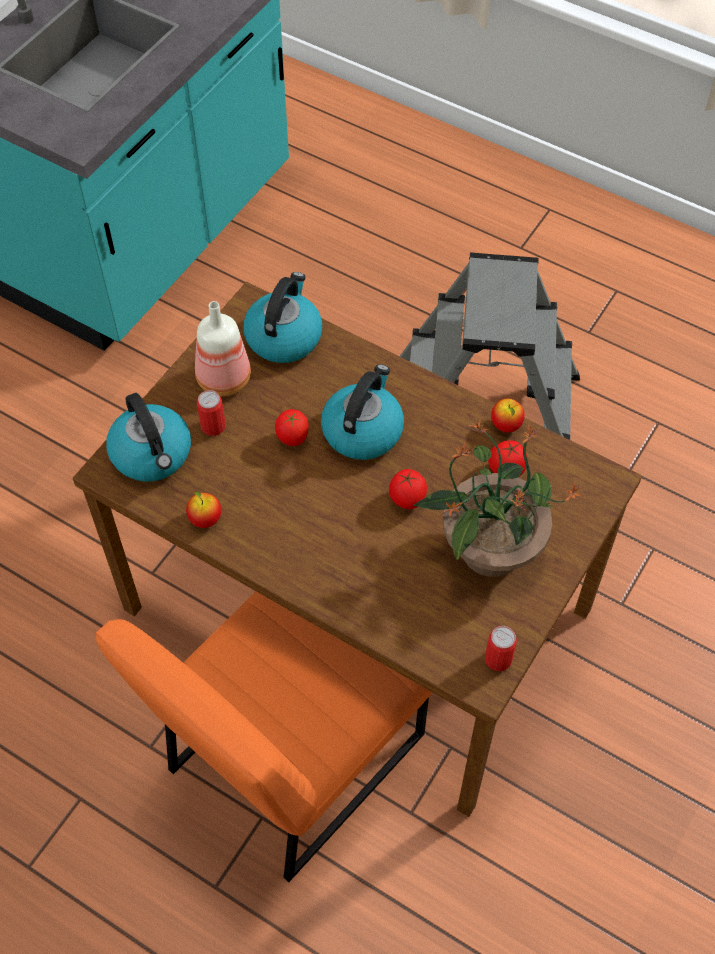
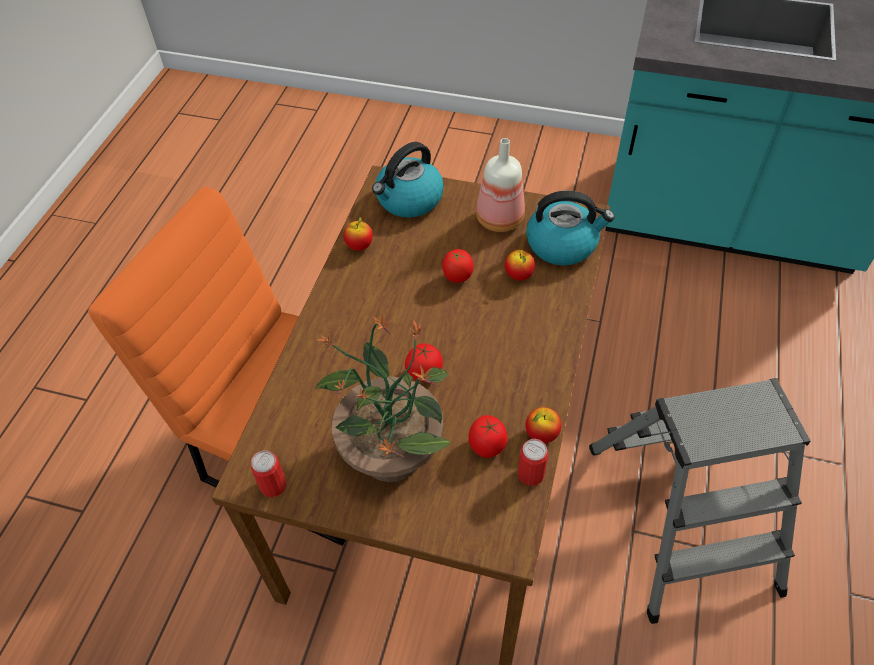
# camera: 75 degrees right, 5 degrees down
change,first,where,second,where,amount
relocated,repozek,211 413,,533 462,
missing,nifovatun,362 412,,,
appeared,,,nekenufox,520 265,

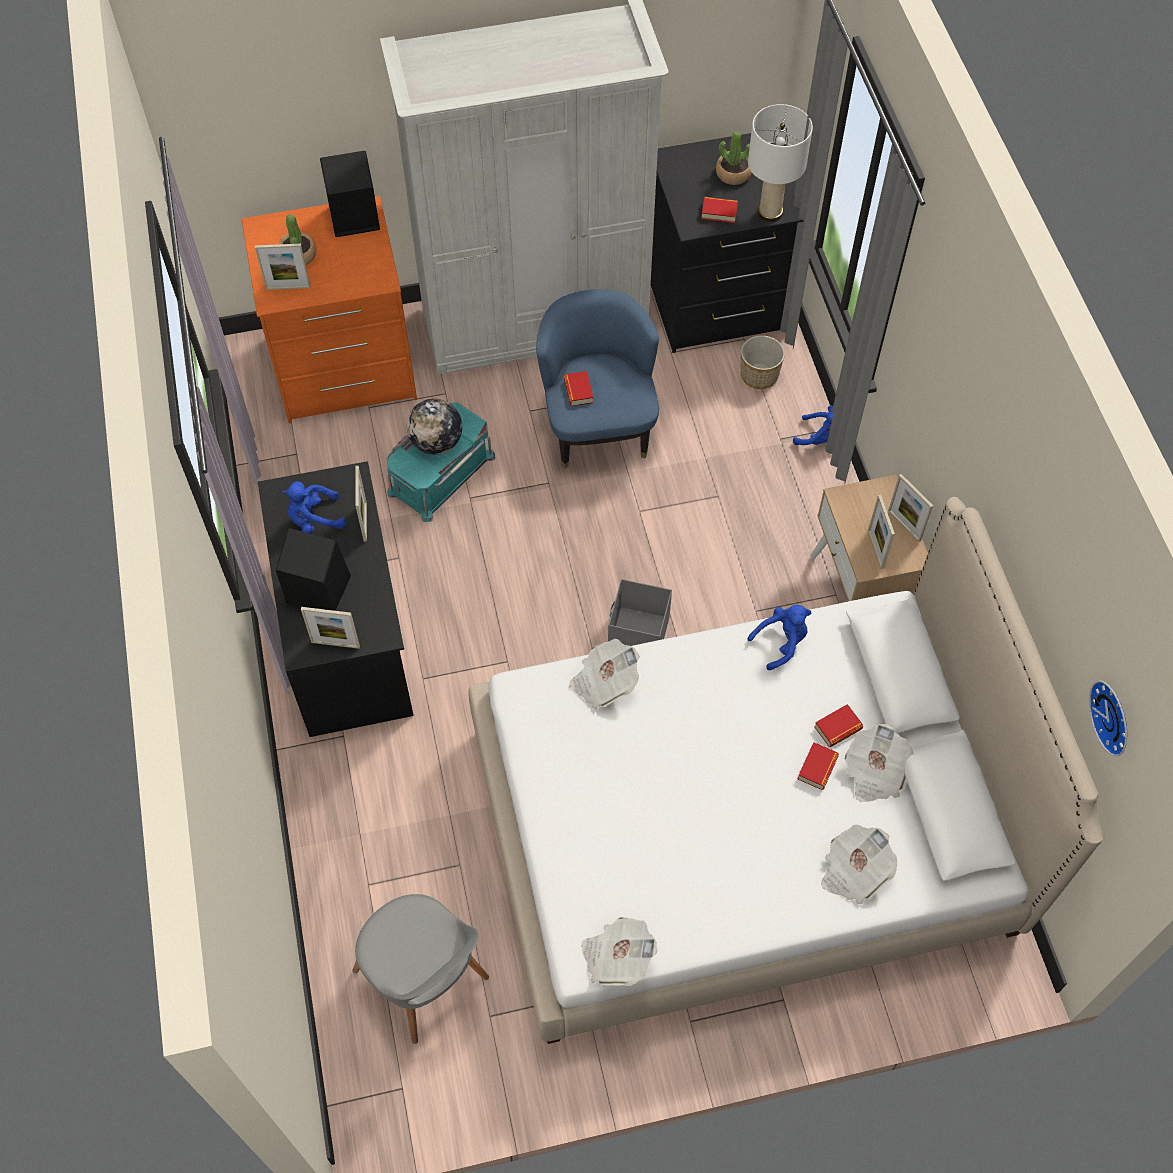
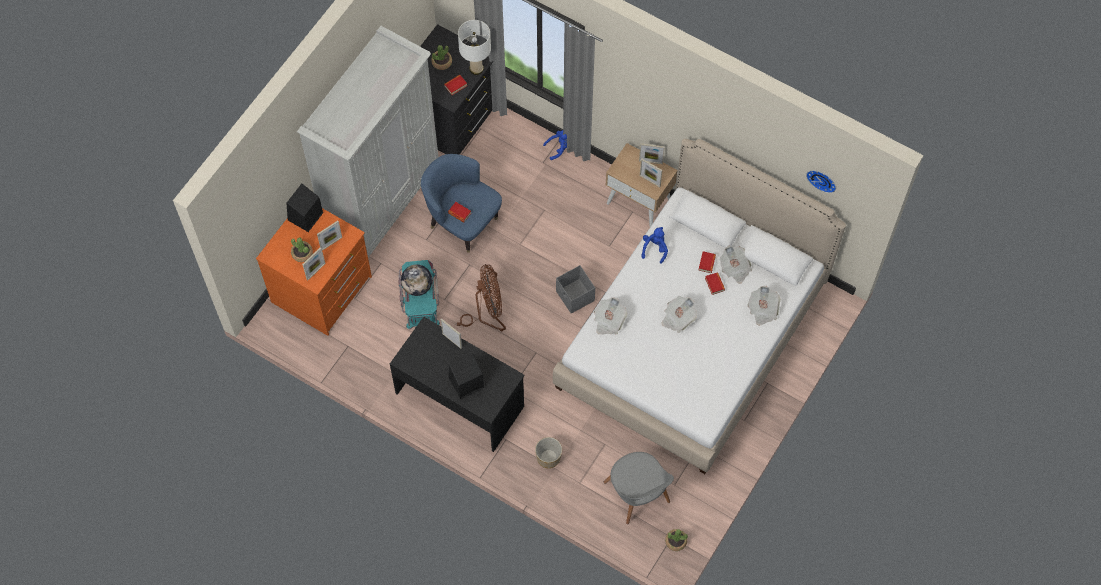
# camera: 45 degrees left, 5 degrees up
change,first,where,second,where,amount
missing,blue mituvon,314 507,,,
relocated,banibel,330 628,,329 236,
spun,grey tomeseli,421 969,,639 488,60 degrees clockwise
relocated,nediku,619 951,,679 314,
relocated,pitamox,762 362,,548 452,
appeared,,,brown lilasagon,481 297,
appeared,,,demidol,676 540,

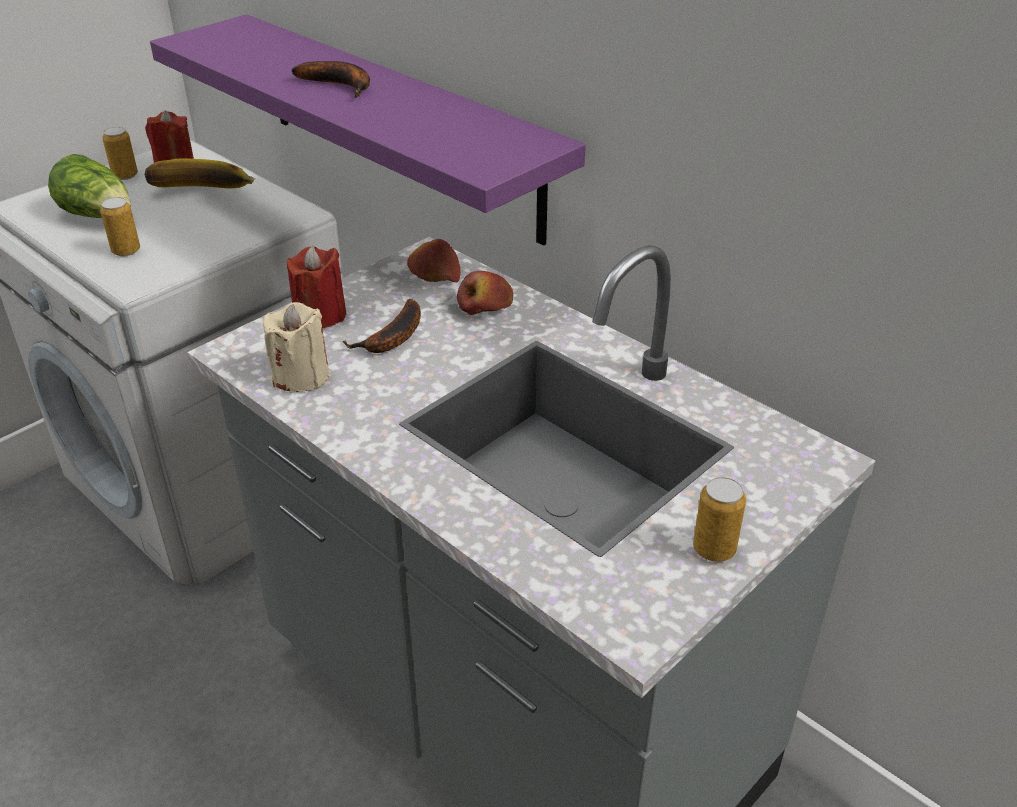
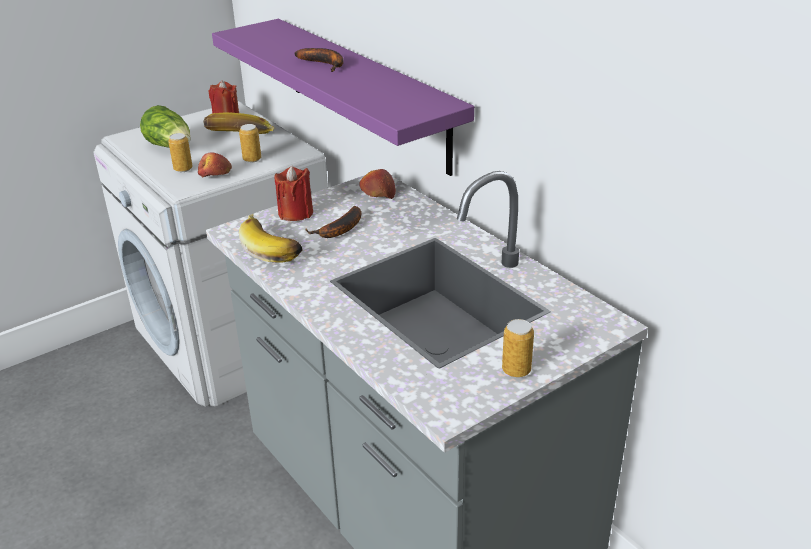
# camera: 10 degrees right, 5 degrees down
change,first,where,second,where,amount
relocated,repozek,120 153,,250 143,
exchanged,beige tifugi,296 347,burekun,271 238,
relocated,nekenufox,485 293,,215 164,

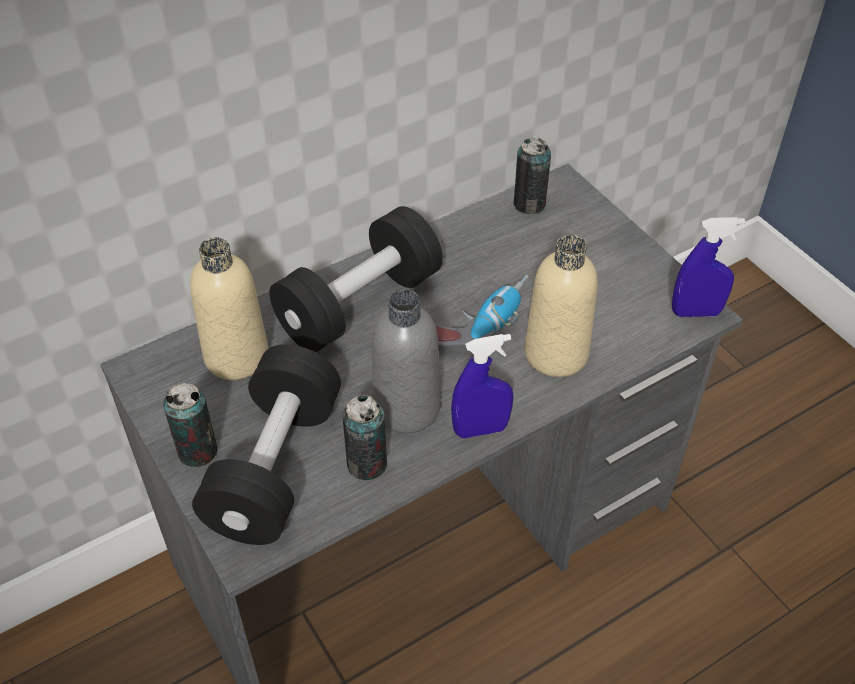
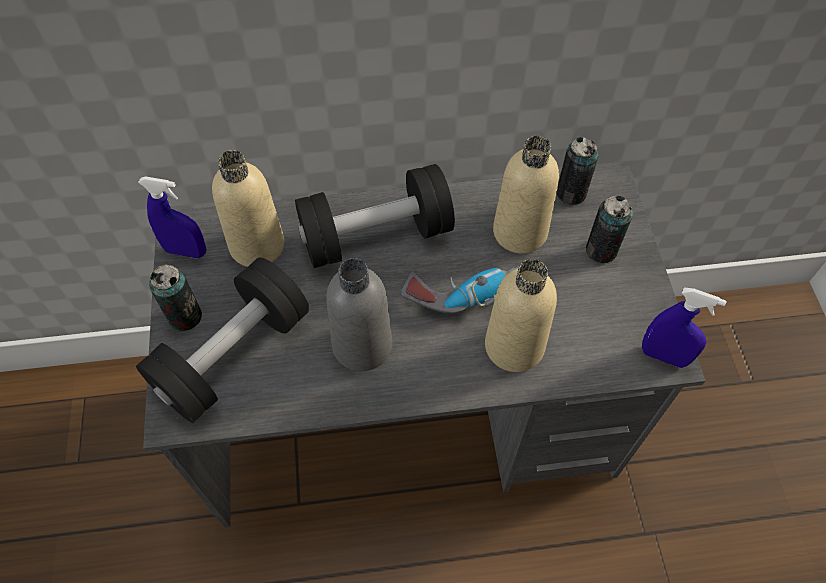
# camera: 25 degrees right, 10 degrees up
change,first,where,second,where,amount
relocated,repozek,365 437,,609 229,
relocated,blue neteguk,482 386,,172 217,
appeared,,,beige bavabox,526 195,

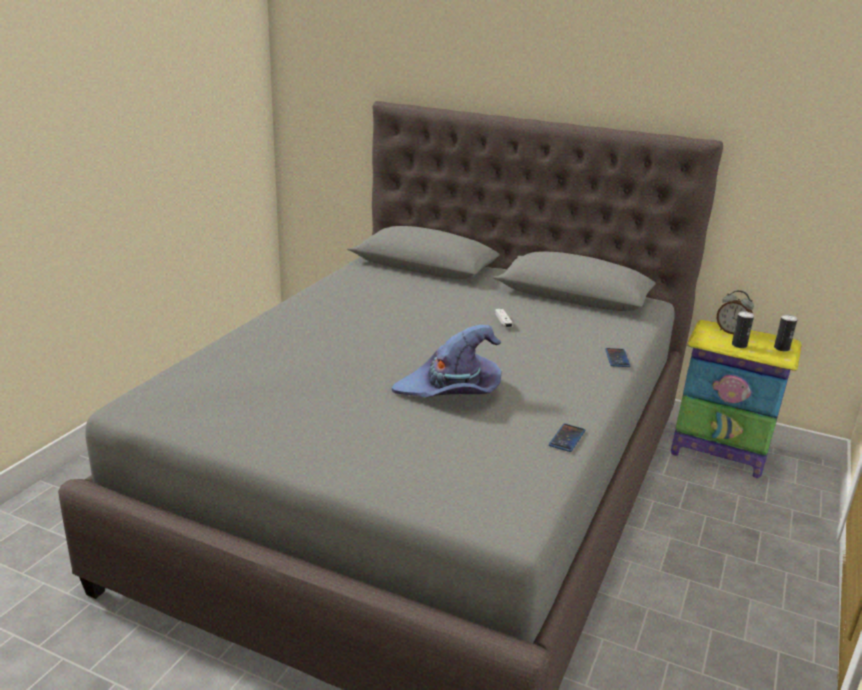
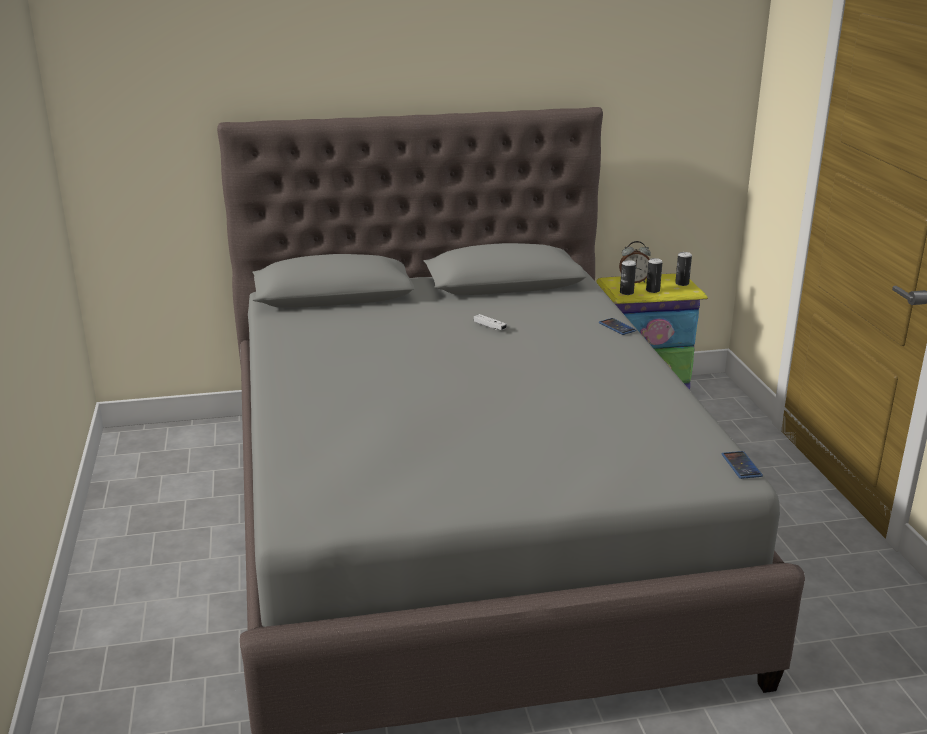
# camera: 35 degrees left, 0 degrees up
change,first,where,second,where,amount
missing,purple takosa,446 361,,,
relocated,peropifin,567 437,,742 465,
appeared,,,repozek,628 277,

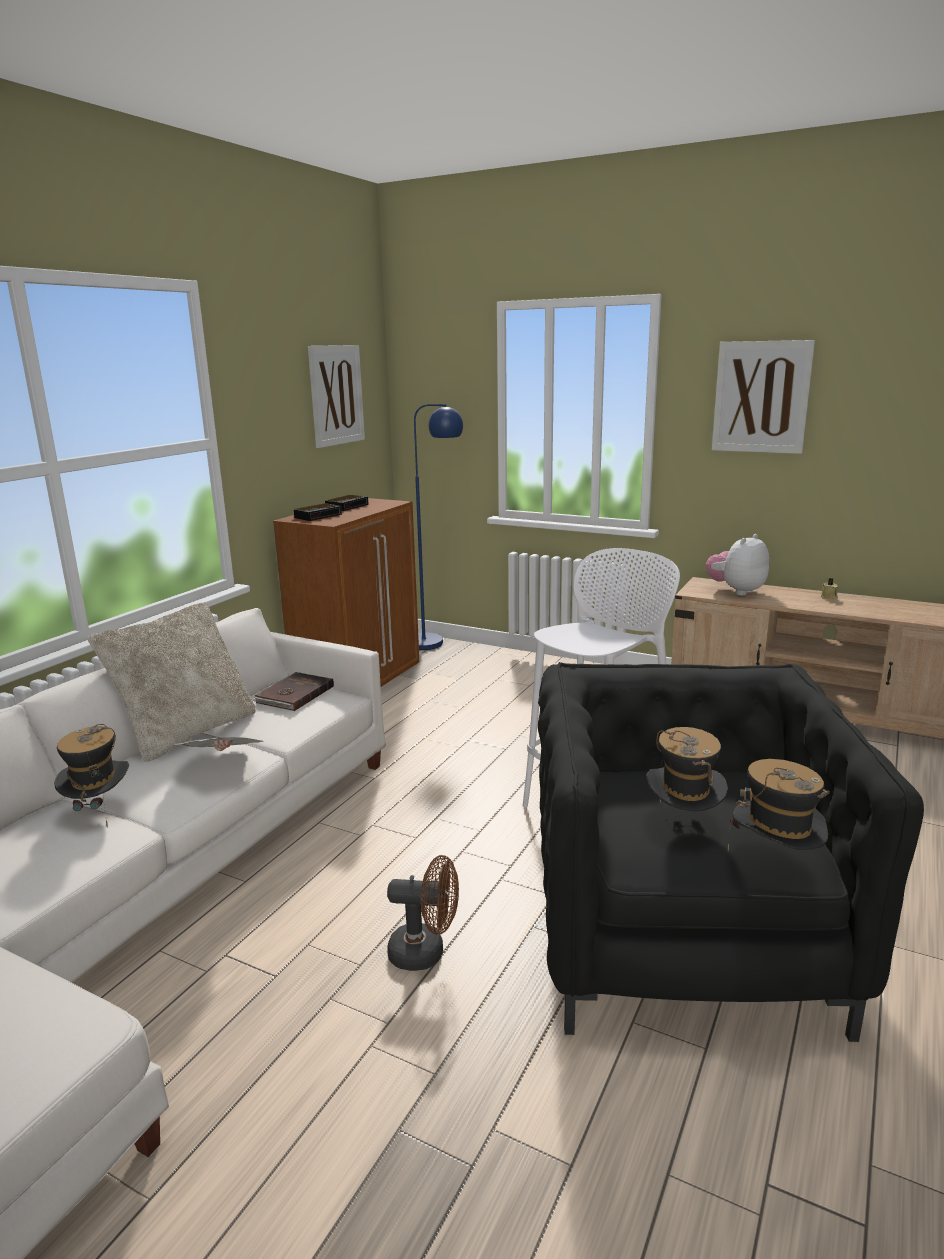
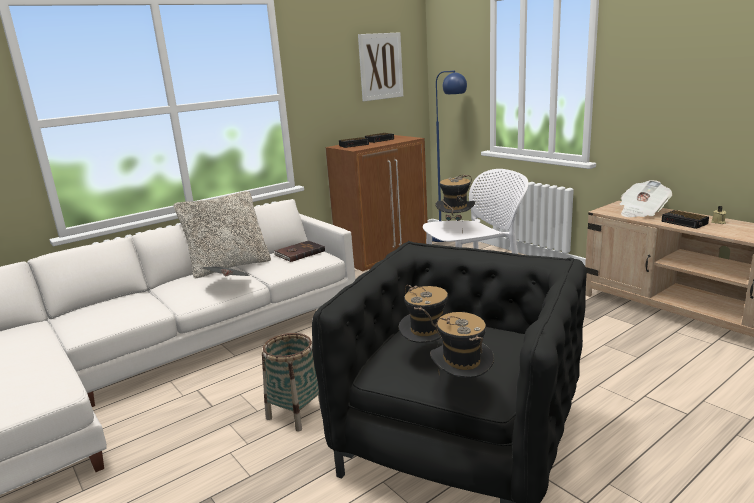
# camera: 25 degrees right, 0 degrees up
change,first,where,second,where,amount
relocated,takosa,91 775,,455 204,
exchanged,brown lilasagon,423 913,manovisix,291 382,
exchanged,mituvon,737 564,nediku,646 198,
missing,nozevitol,763 397,,,
appeared,,,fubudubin,685 219,

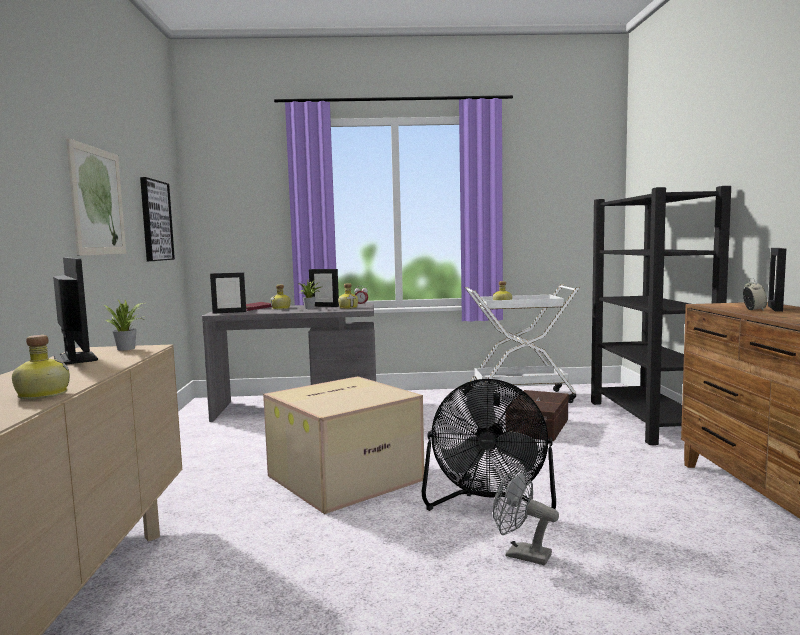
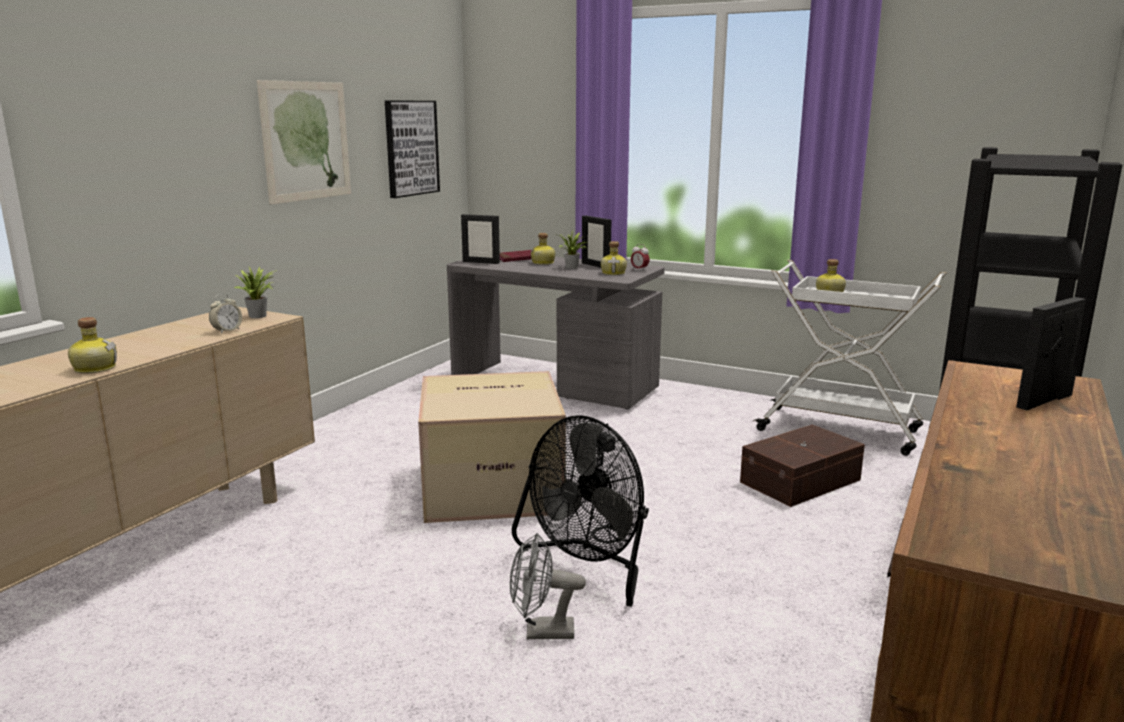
# camera: 30 degrees right, 10 degrees up
change,first,where,second,where,amount
missing,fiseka,75 311,,,
spun,grey lilasagon,526 516,,548 586,60 degrees counterclockwise
relocated,fubudubin,755 294,,225 313,

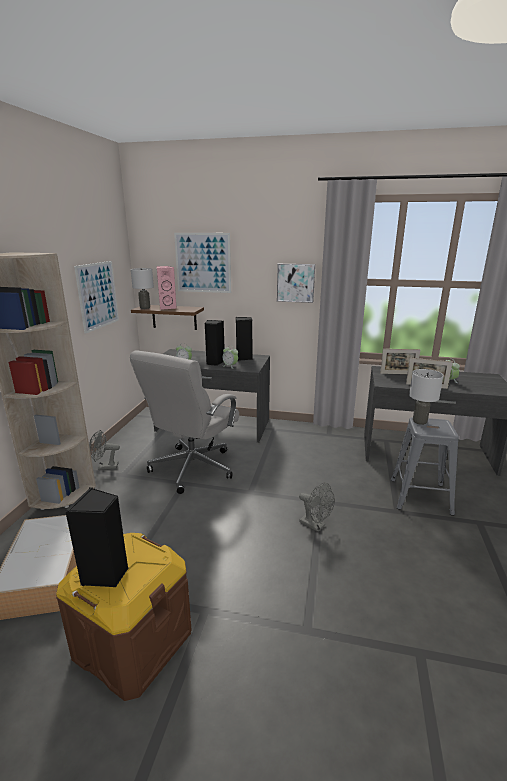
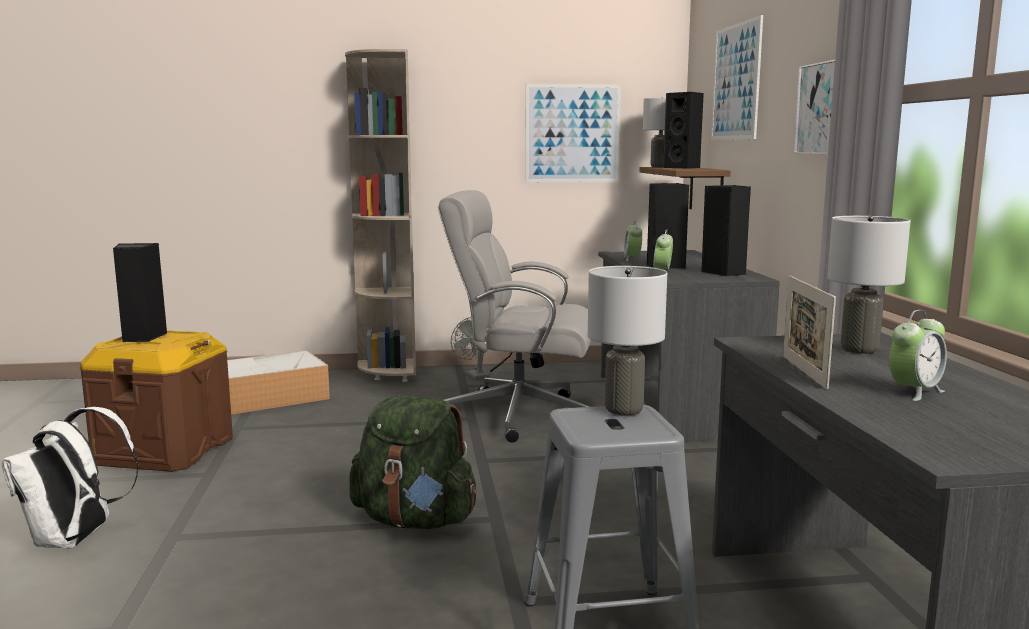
# camera: 70 degrees right, 10 degrees down
change,first,where,second,where,amount
colour,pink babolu,167 288,black babolu,683 130,
exchanged,grey lilasagon,317 507,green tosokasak,413 462,
exchanged,banibel,400 361,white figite,869 285,
appeared,,,white tosokasak,70 477,

